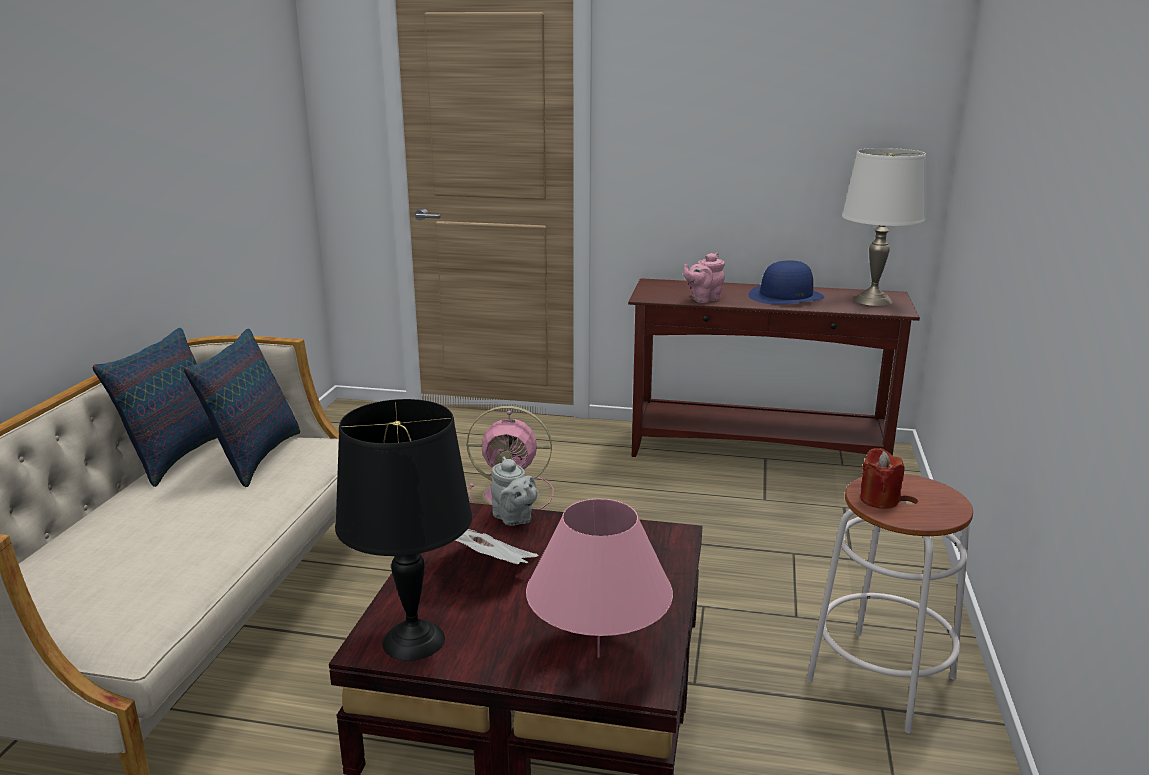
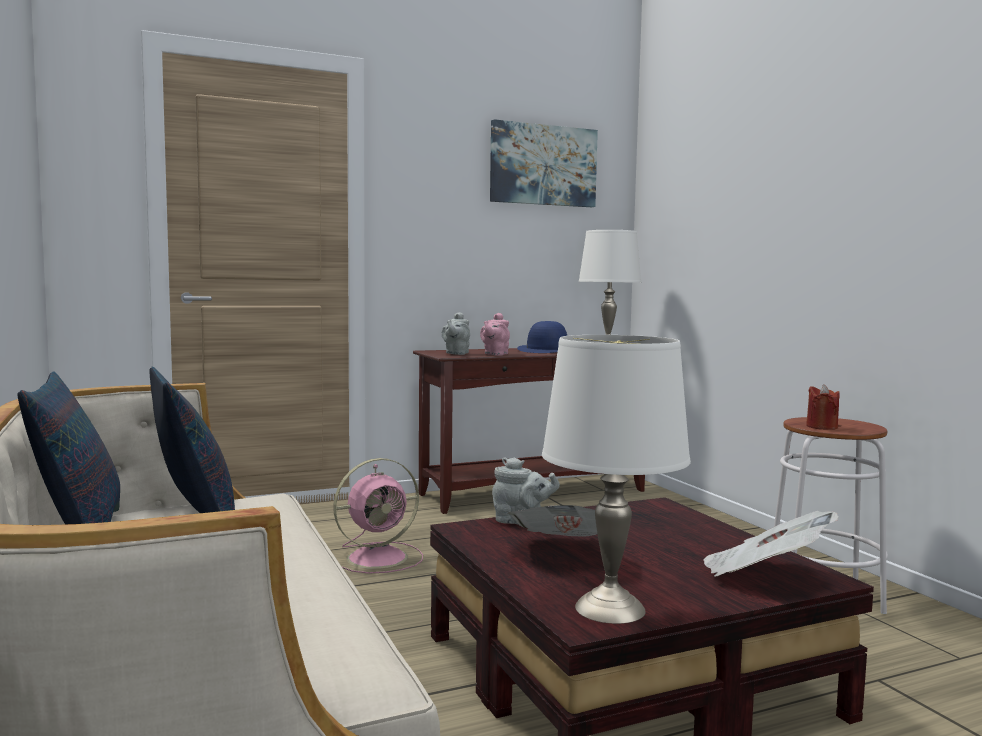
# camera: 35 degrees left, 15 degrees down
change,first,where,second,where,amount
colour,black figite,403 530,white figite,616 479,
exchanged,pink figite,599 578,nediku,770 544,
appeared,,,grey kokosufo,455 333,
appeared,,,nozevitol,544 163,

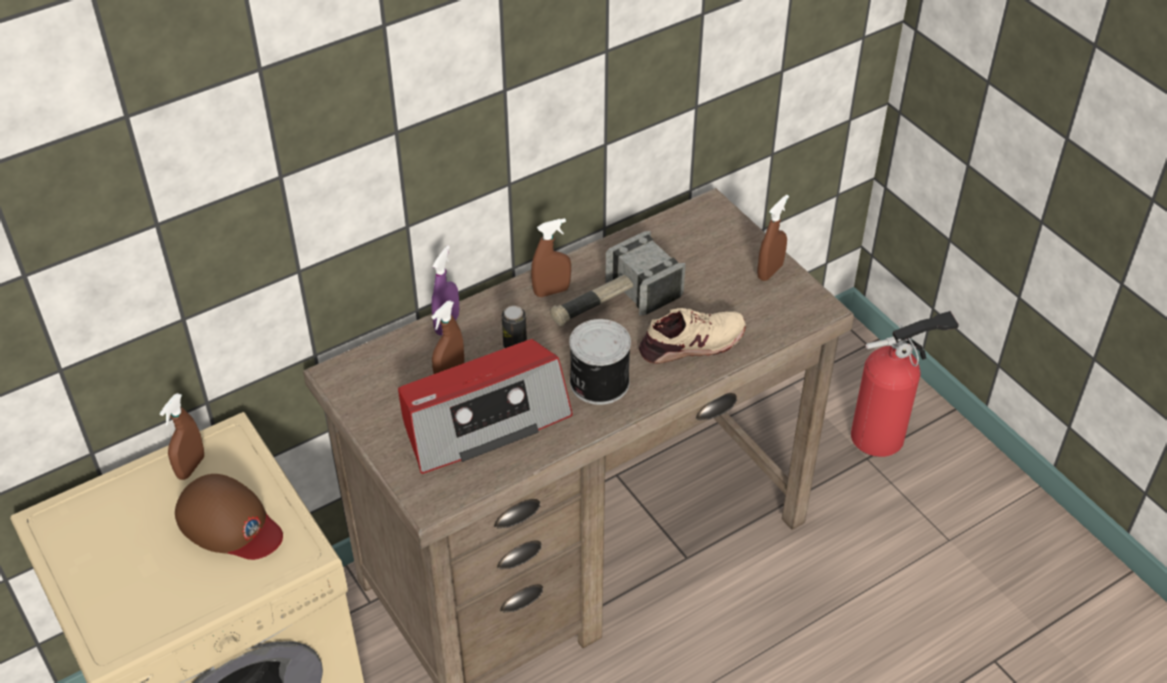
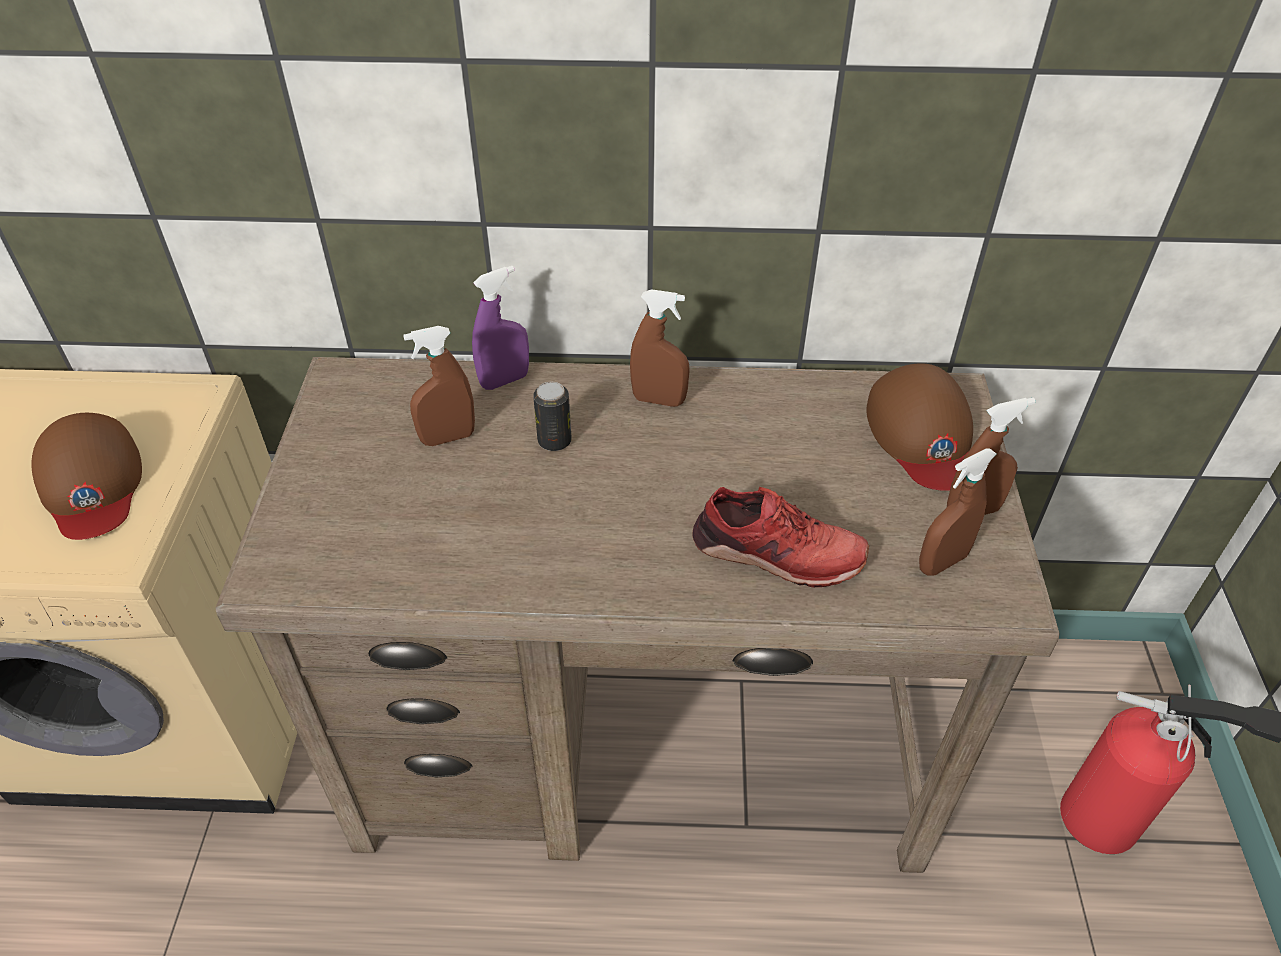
# camera: 35 degrees right, 0 degrees up
change,first,where,second,where,amount
relocated,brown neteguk,182 436,,957 512,
missing,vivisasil,485 406,,,
missing,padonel,618 278,,,
missing,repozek,600 362,,,
colour,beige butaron,692 336,red butaron,780 537,
appeared,,,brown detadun,919 427,

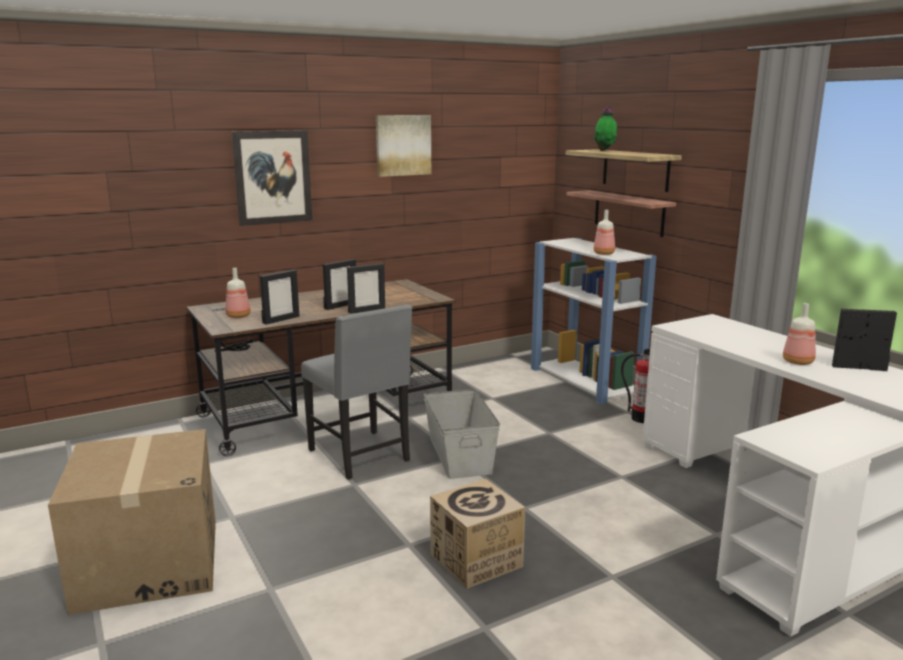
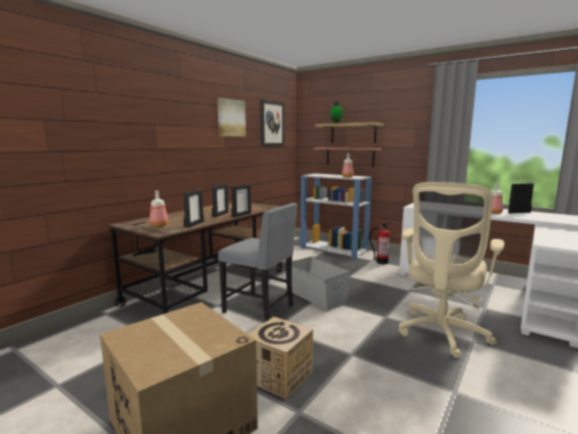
# camera: 25 degrees left, 5 degrees down
change,first,where,second,where,amount
relocated,nozevitol,272 178,,272 123,
relocated,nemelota,477 534,,280 358,
appeared,,,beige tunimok,451 270,

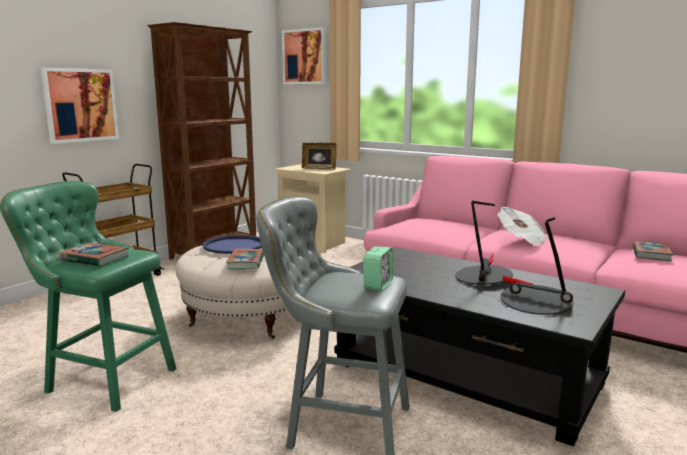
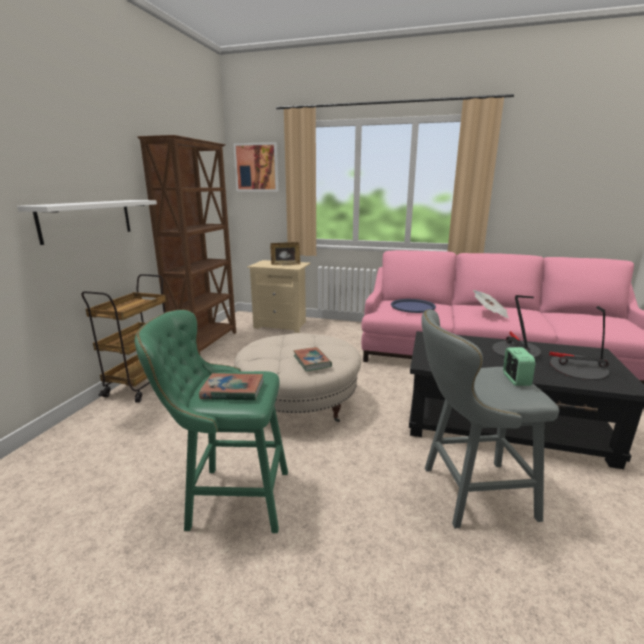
# camera: 20 degrees left, 5 degrees up
change,first,where,second,where,amount
exchanged,nozevitol,80 106,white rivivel,87 222,
relocated,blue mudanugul,232 244,,413 306,
missing,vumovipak,653 251,,,

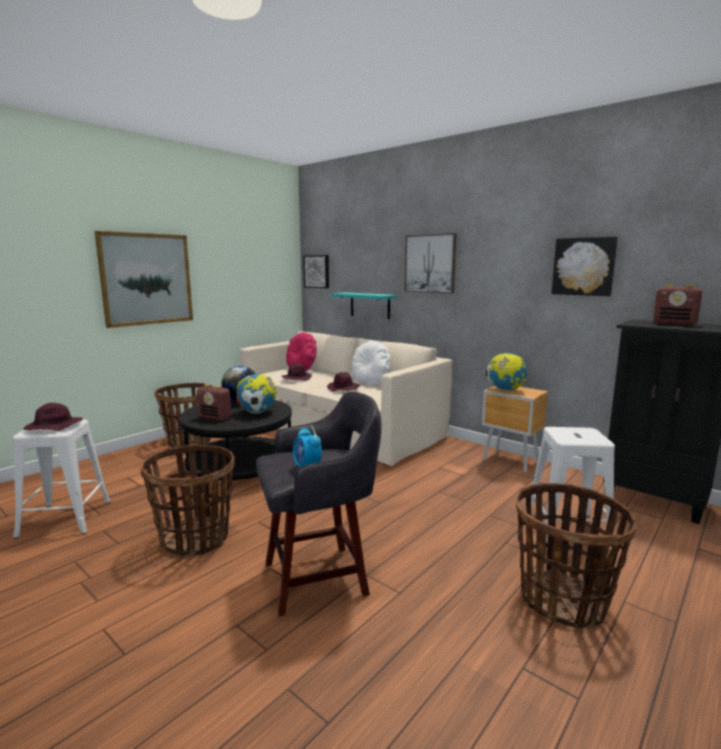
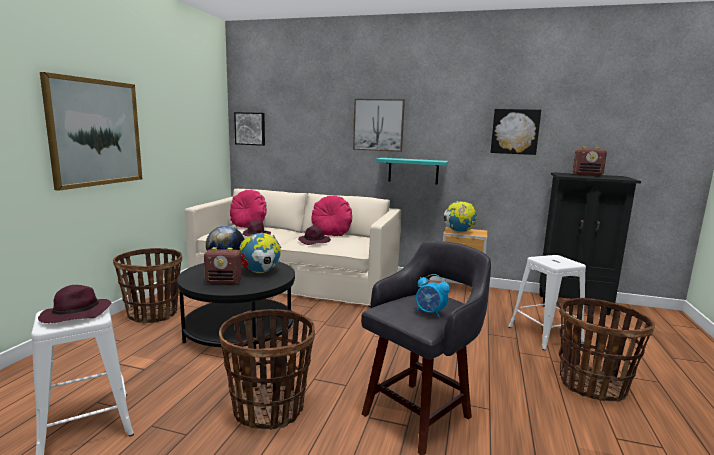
# camera: 25 degrees left, 0 degrees up
change,first,where,second,where,amount
relocated,turquoise rivivel,364 305,,412 171,
colour,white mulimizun,371 363,pink mulimizun,331 215,

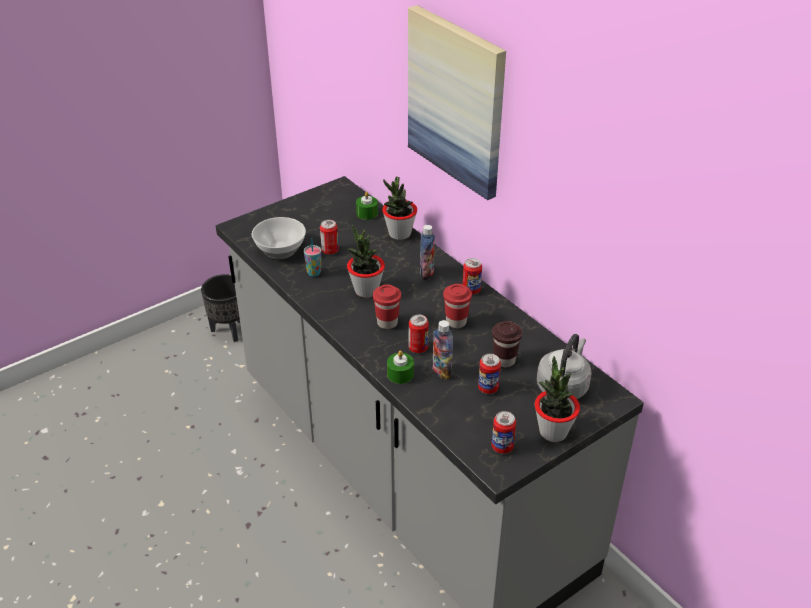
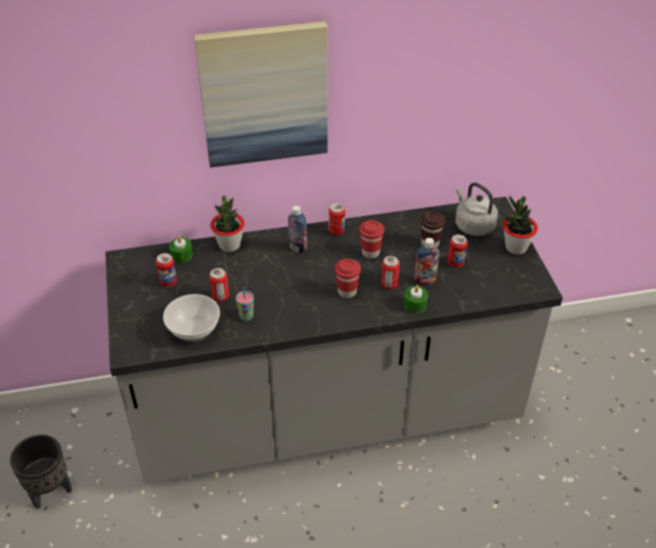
# camera: 65 degrees left, 5 degrees up
change,first,where,second,where,amount
missing,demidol,366 261,,,
relocated,repozek,504 432,,166 269,

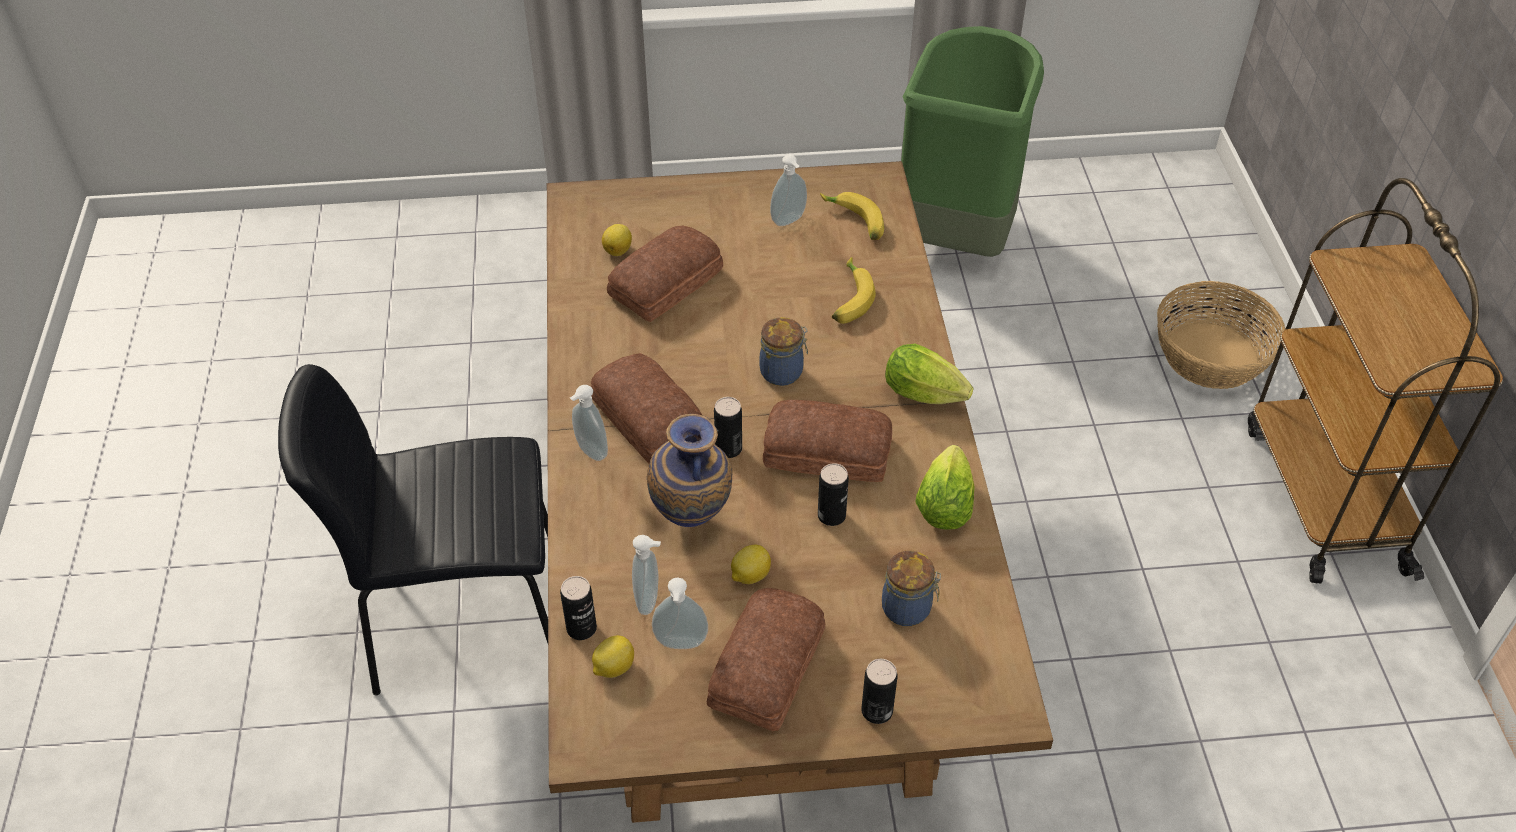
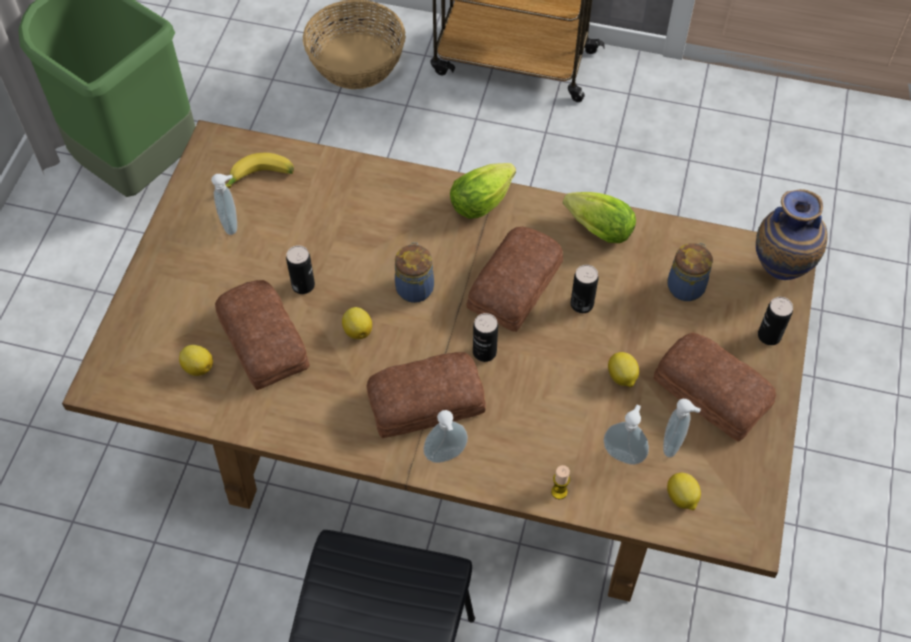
# camera: 70 degrees left, 10 degrees up
change,first,where,second,where,amount
relocated,repozek,578 608,,300 269,
relocated,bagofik,689 470,,792 234,
missing,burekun,854 290,,,
appeared,,,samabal,357 323,
appeared,,,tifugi,560 482,

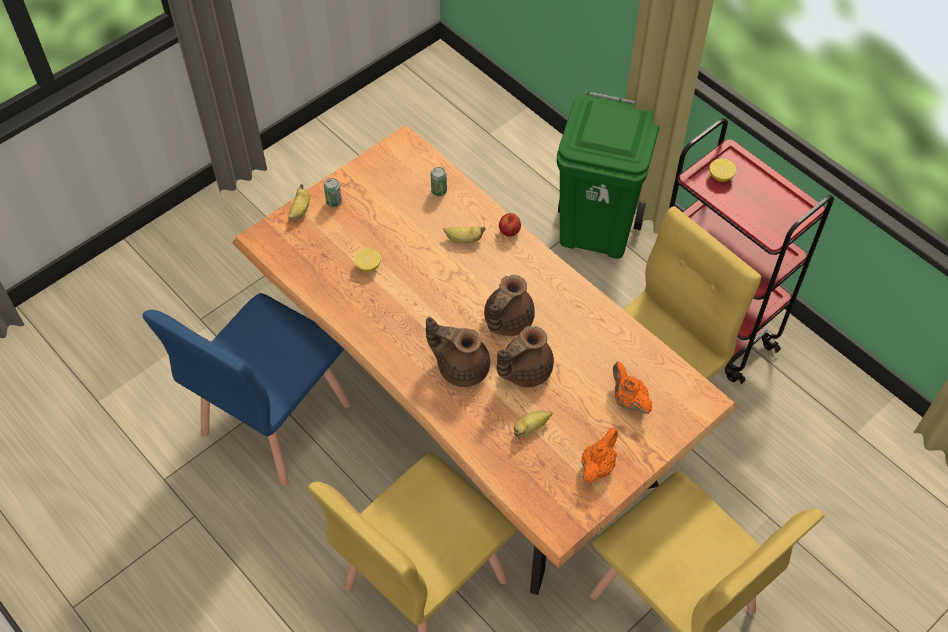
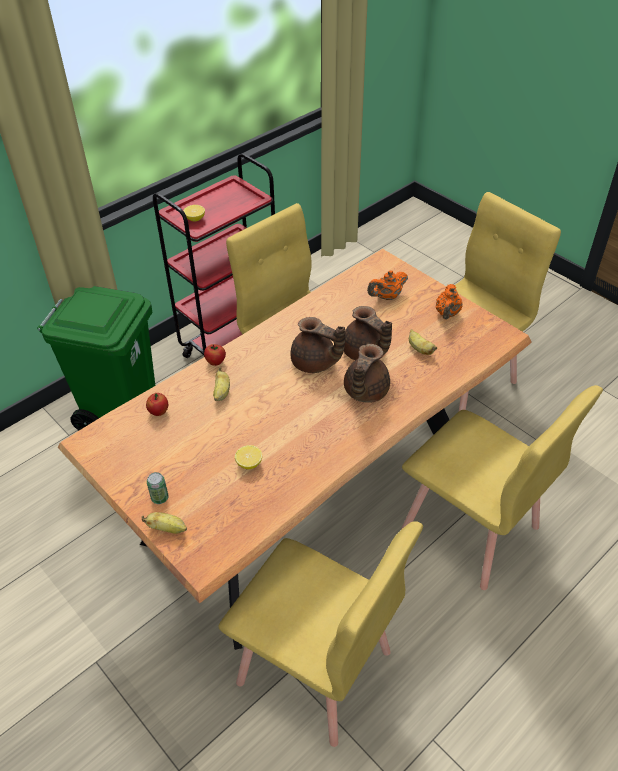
# camera: 90 degrees left, 10 degrees down
change,first,where,second,where,amount
colour,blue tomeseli,247 389,yellow tomeseli,320 634,
exchanged,repozek,439 181,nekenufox,157 404,
spun,orange kokosufo,599 455,,449 302,105 degrees counterclockwise

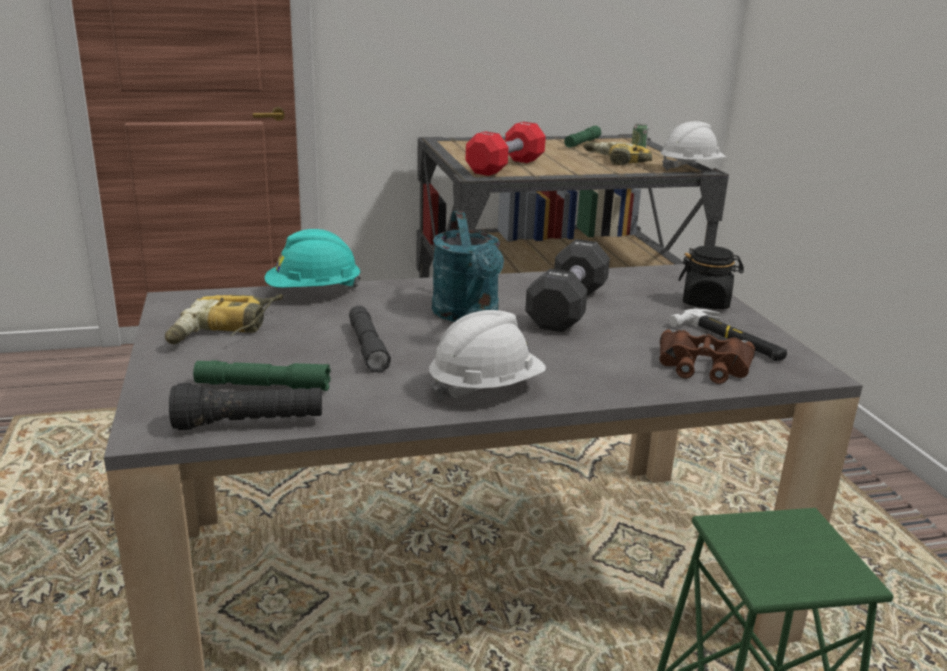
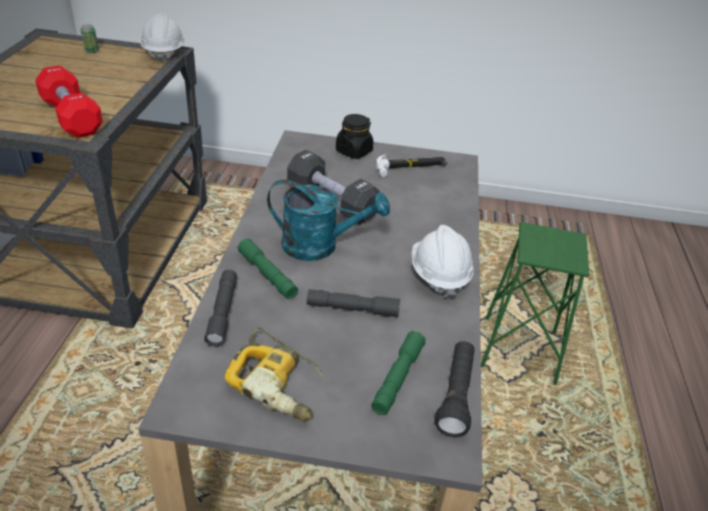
# camera: 70 degrees left, 15 degrees up
change,first,where,second,where,amount
exchanged,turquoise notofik,313 258,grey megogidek,220 308,
relocated,green megogidek,582 136,,267 268,
missing,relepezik,617 153,,,
missing,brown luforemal,707 356,,,

